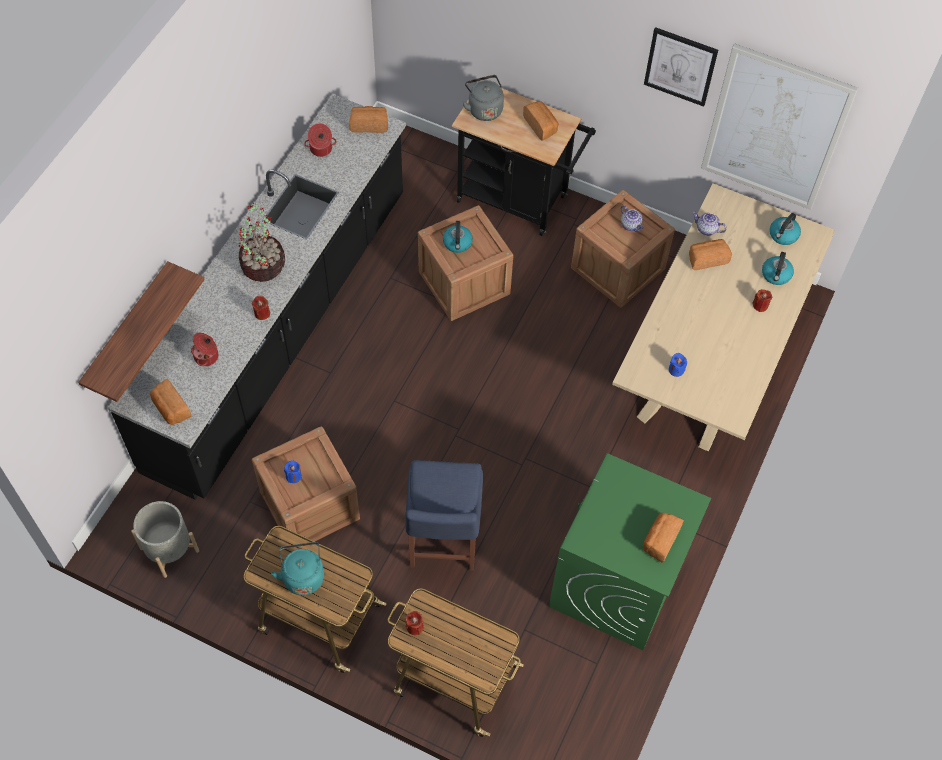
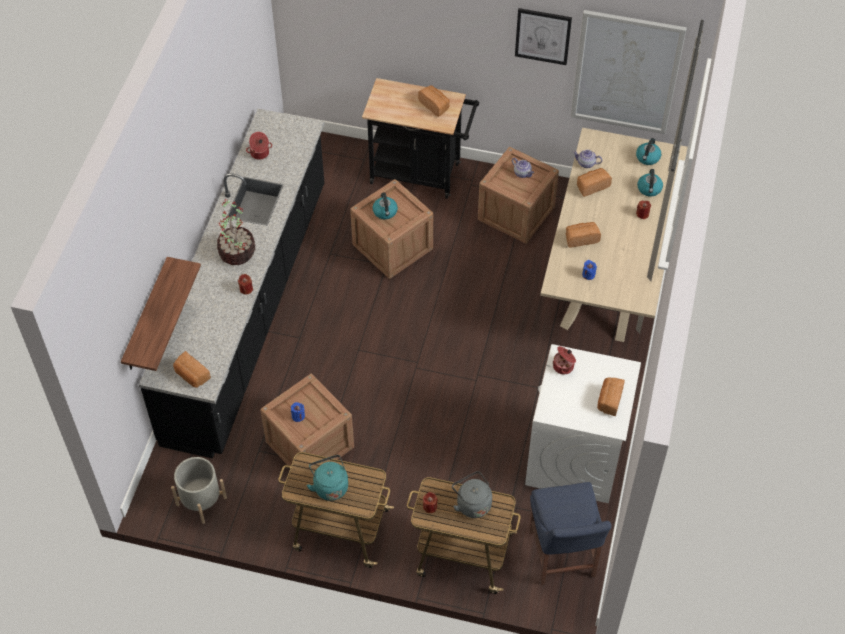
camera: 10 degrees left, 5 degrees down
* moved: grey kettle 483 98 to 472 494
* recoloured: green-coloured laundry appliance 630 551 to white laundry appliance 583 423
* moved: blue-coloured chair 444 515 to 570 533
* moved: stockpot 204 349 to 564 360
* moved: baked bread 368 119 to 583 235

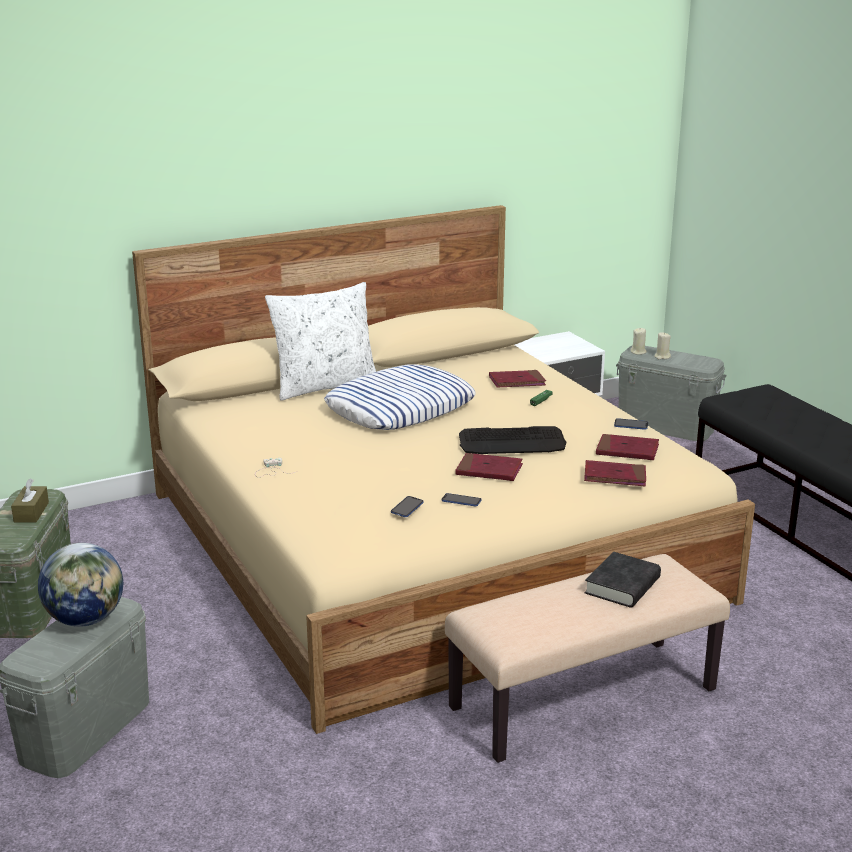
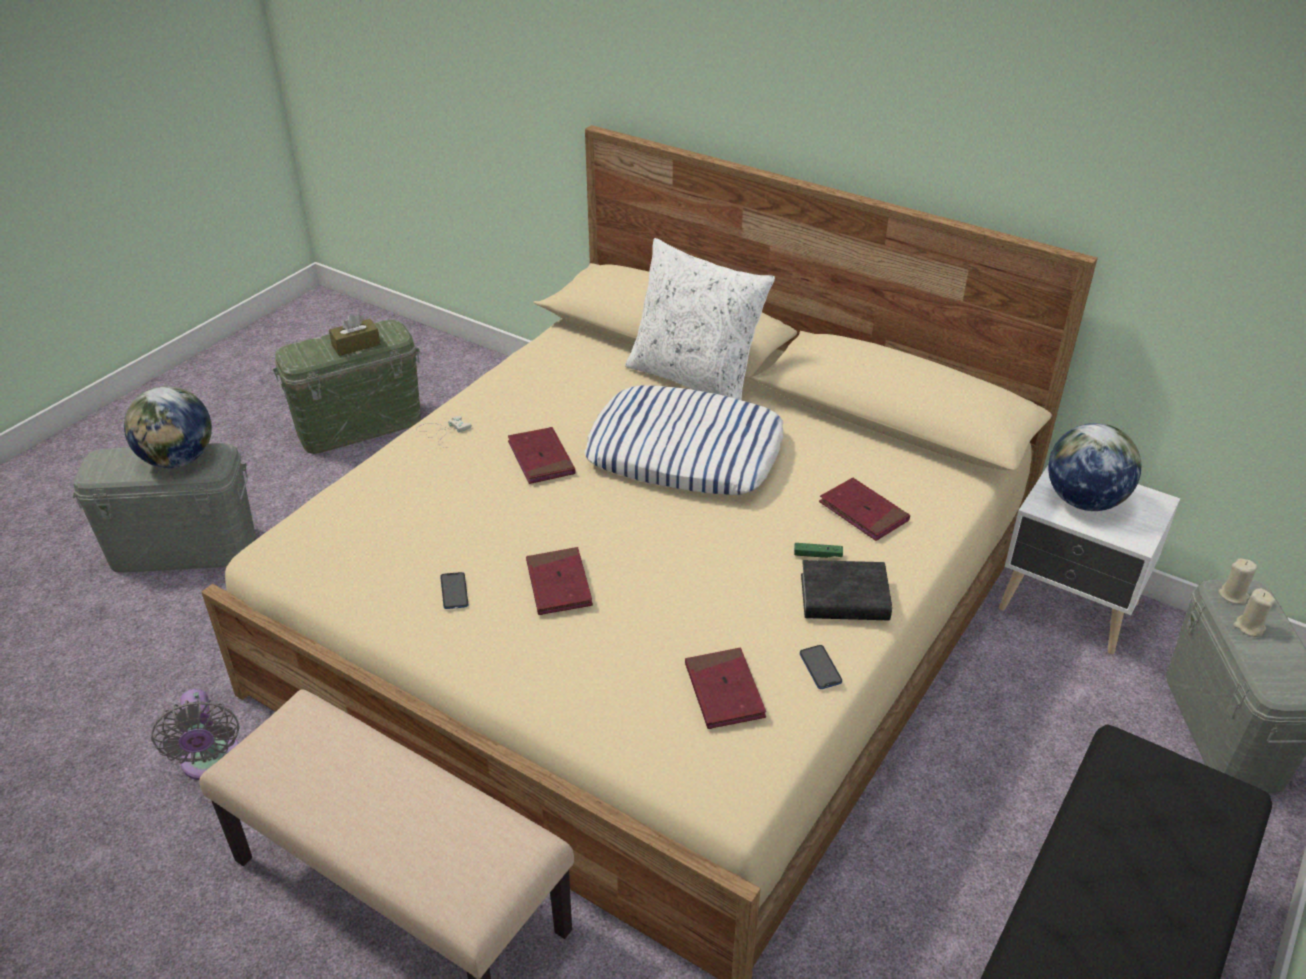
camera: 60 degrees right, 15 degrees up
* added: grey electric fan 195 734
* moved: red-coloured volume 615 473 to 541 455
* moved: blackish volume 623 580 to 846 590
* added: world globe 1094 467
* removed: phone 407 506
* removed: keyboard 512 440

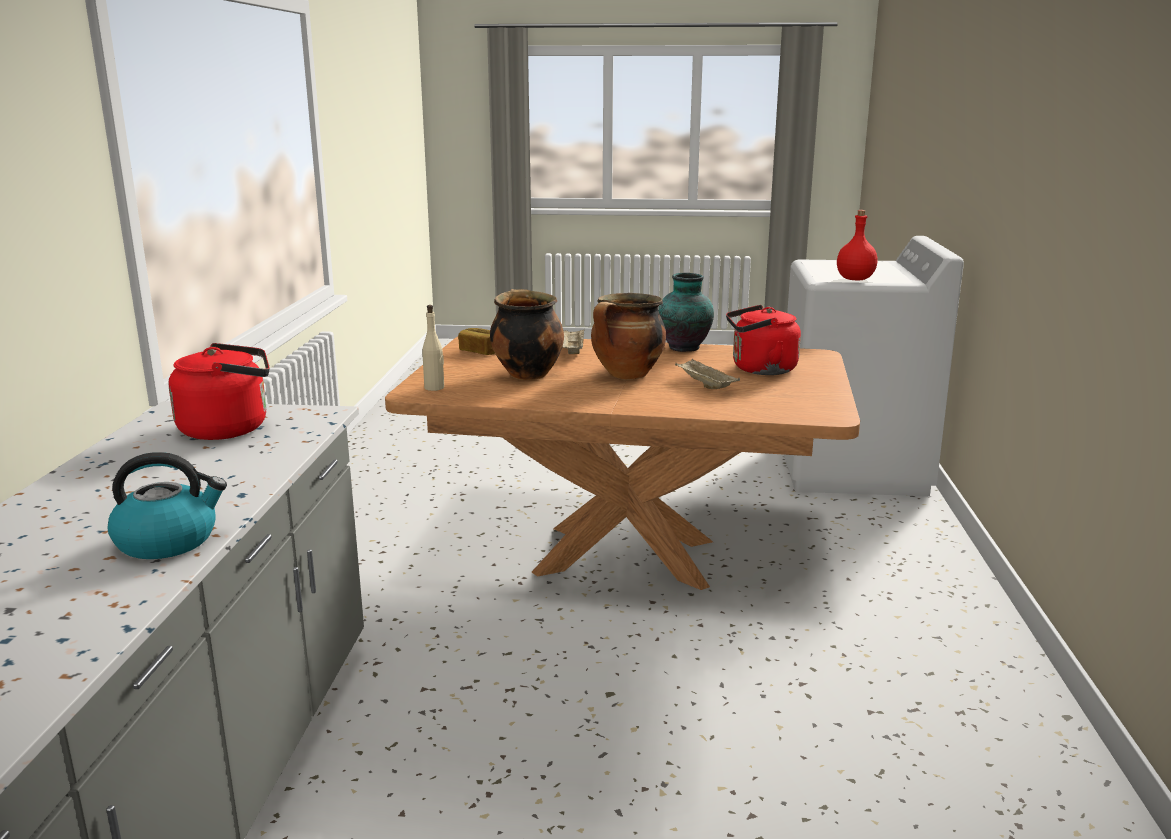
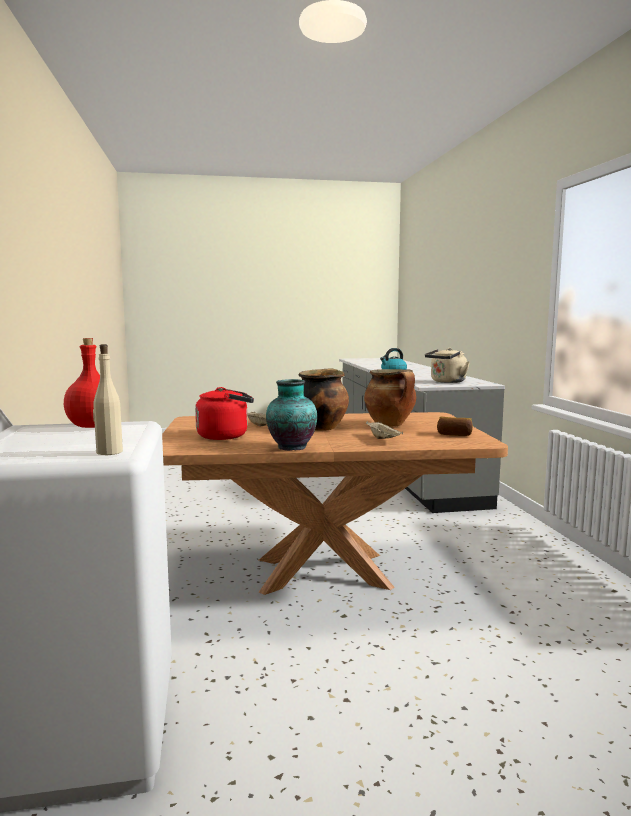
camera: 165 degrees right, 10 degrees down
* moved: sand-coloured drink bottle 433 348 to 108 399
* recoloured: red-coloured kettle 218 391 to sand-coloured kettle 447 365

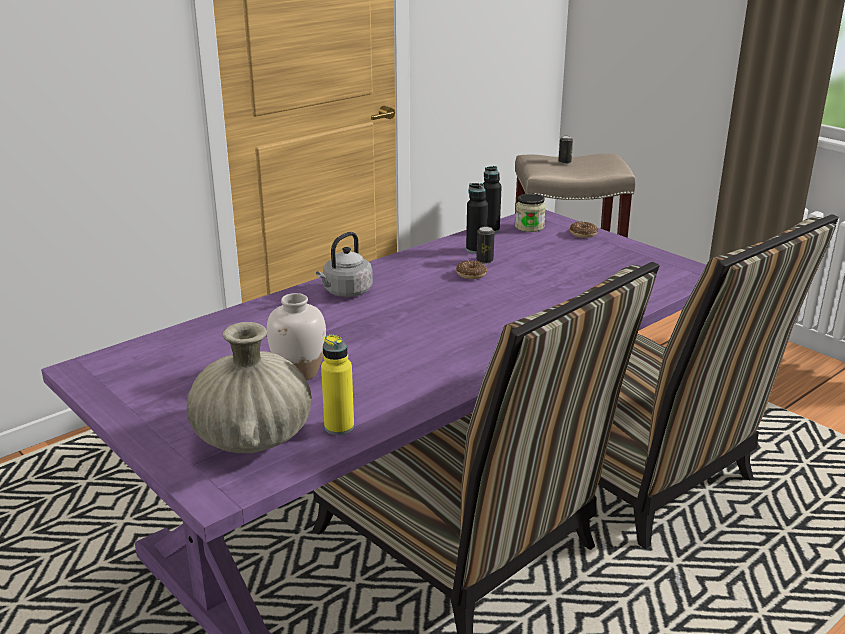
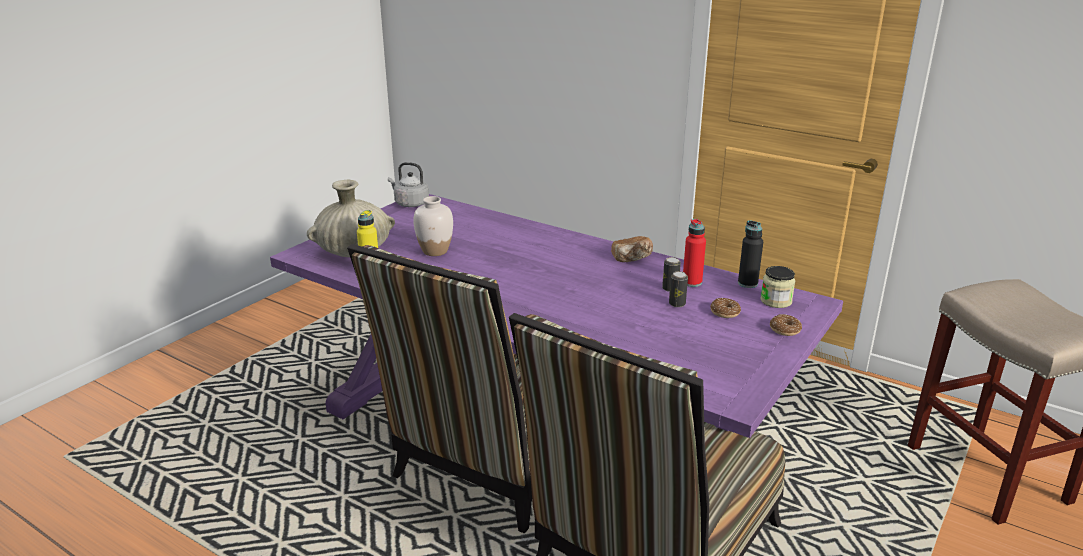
camera: 75 degrees right, 0 degrees up
* moved: grey kettle 344 264 to 408 184
* added: baked bread 632 249
* moved: sealed can 566 150 to 678 289
* recoloured: blackish drink bottle 477 218 to red-coloured drink bottle 694 253
* moved: ring doughnut 471 270 to 725 308

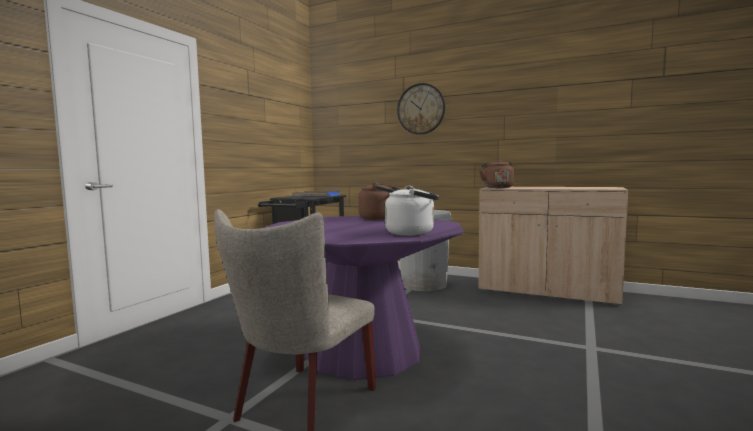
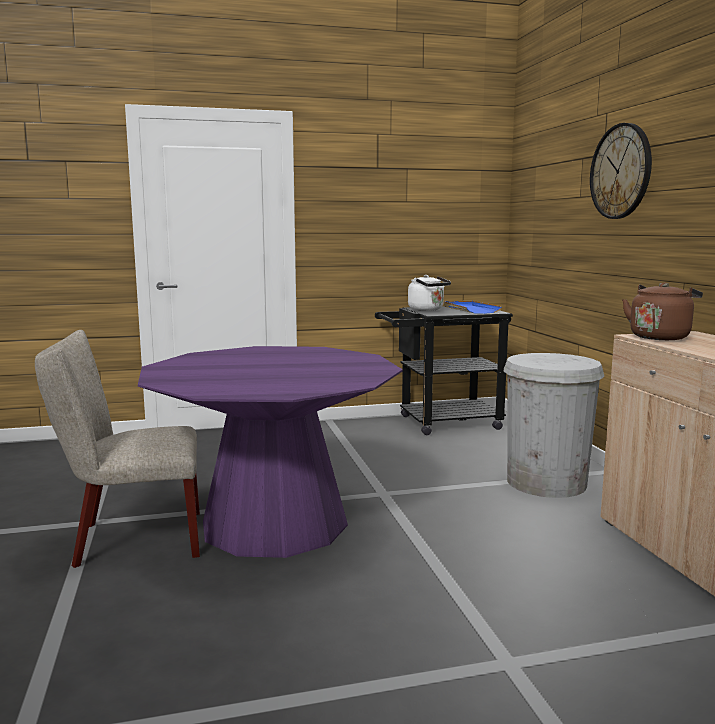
camera: 50 degrees right, 5 degrees up
* moved: white kettle 412 211 to 429 293
* removed: brown kettle 379 201

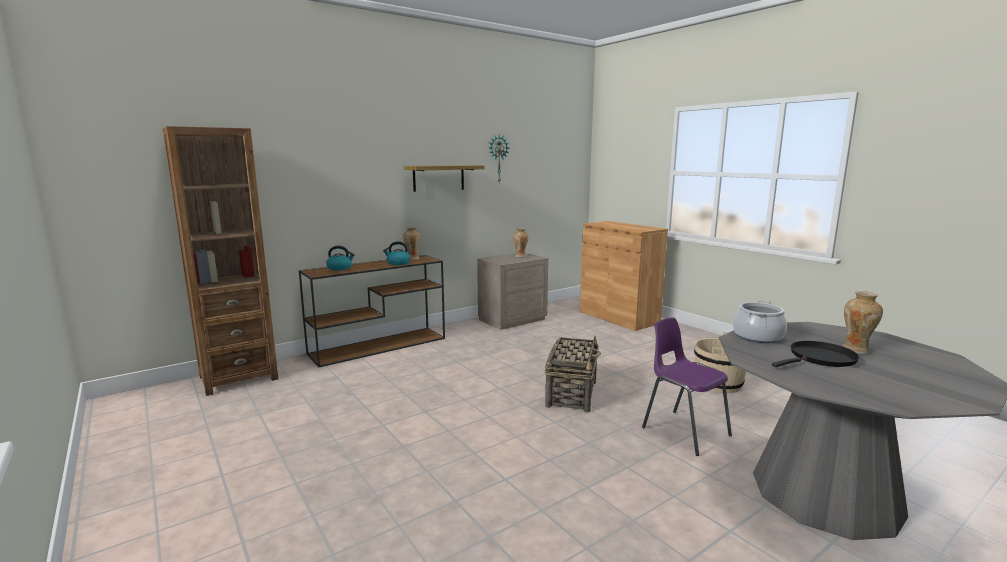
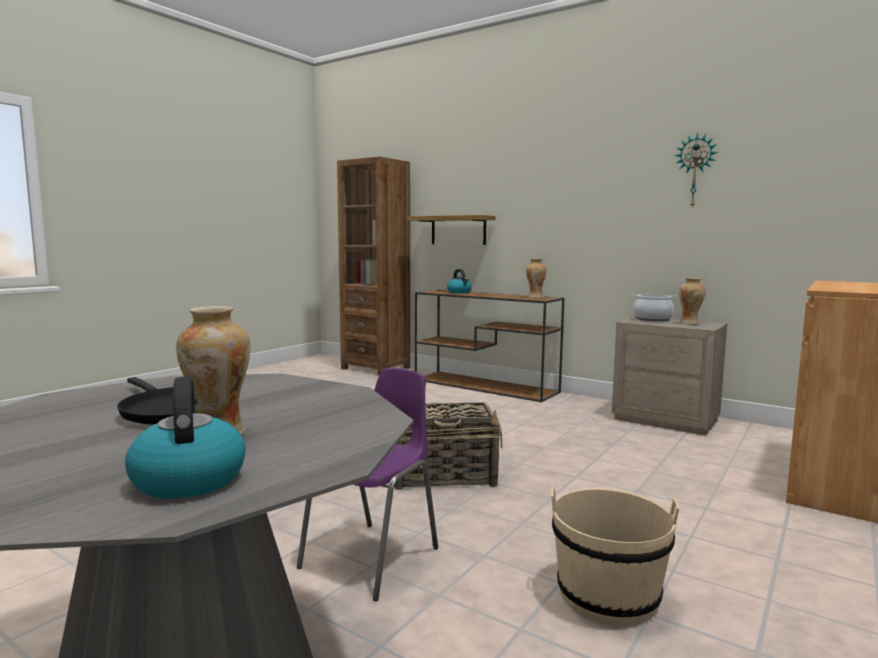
camera: 70 degrees right, 5 degrees down
* moved: kettle 396 253 to 185 438
* moved: wall shelf 444 178 to 451 230
* moved: stockpot 760 321 to 654 307

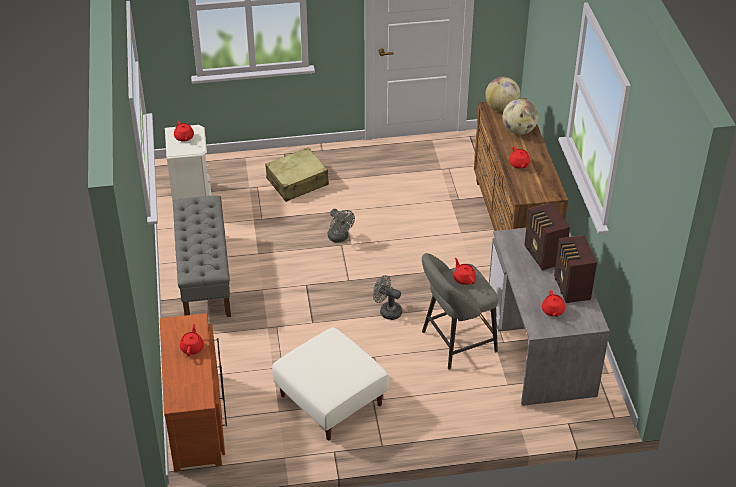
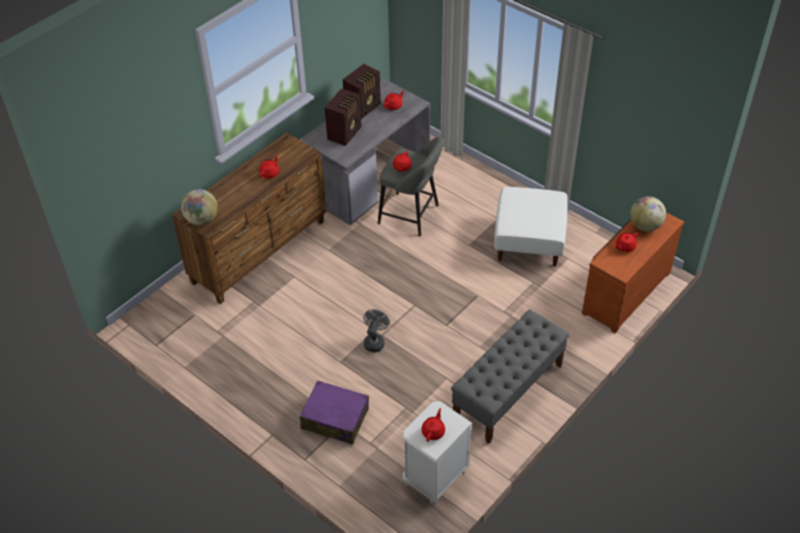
camera: 130 degrees left, 5 degrees up
* recoloured: sand-coloured suitcase 297 174 to purple-coloured suitcase 334 412
* moved: world globe 520 117 to 648 214
* removed: grey electric fan 387 297

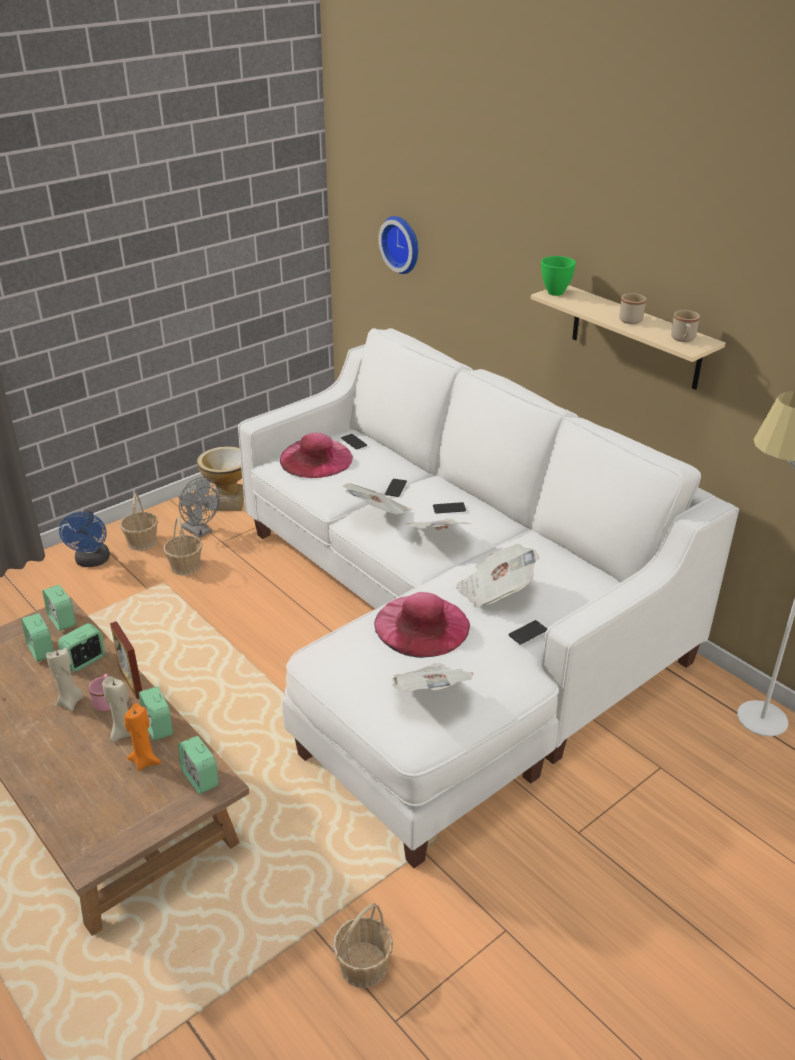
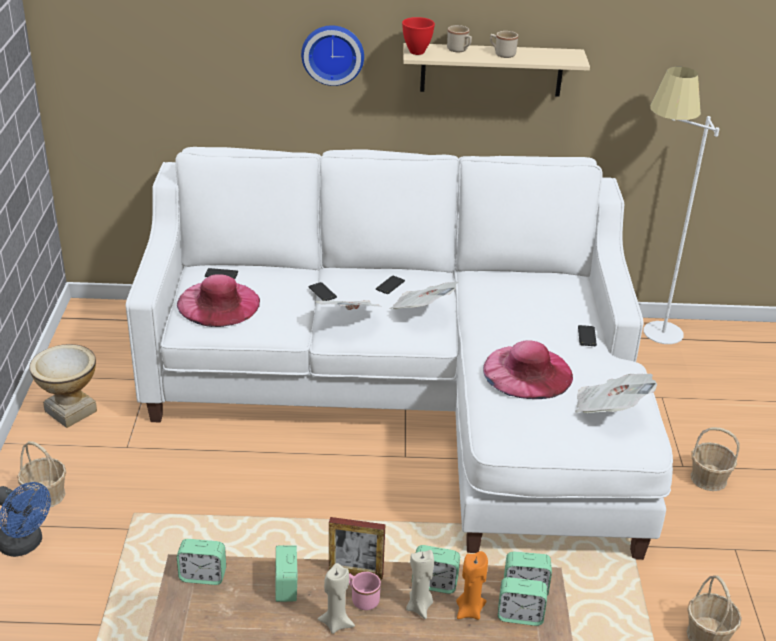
camera: 50 degrees left, 0 degrees up
* moved: hanging clock 398 245 to 332 55
* recoloured: green-coloured deep dish 558 276 to red-coloured deep dish 418 36
* moved: sand-coloured coffee mug 685 326 to 459 38
* moved: bedside clock 37 637 to 522 601
* moved: household basket 182 546 to 715 459
* removed: grey electric fan 199 507
* removed: daily paper 497 576

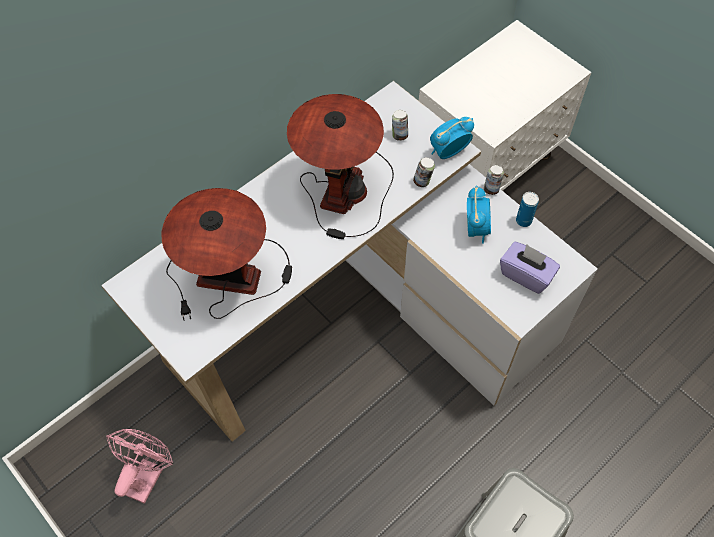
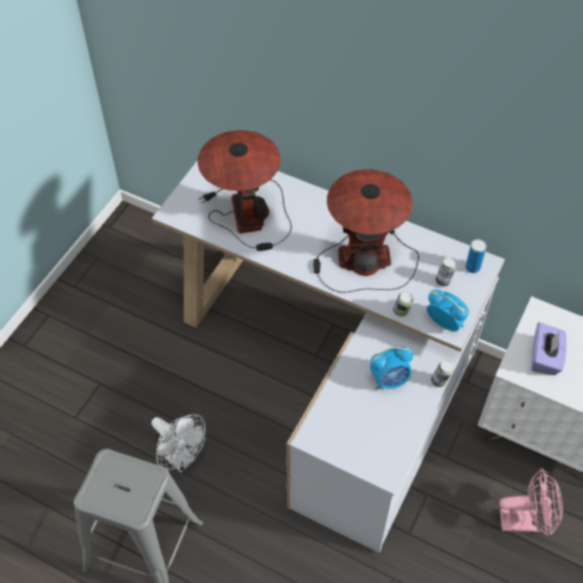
camera: 70 degrees right, 5 degrees down
* added: white electric fan 178 443
* moved: sealed can 527 209 to 475 256
* moved: pink electric fan 140 466 to 531 502
* moved: purple-coloured box of tissues 530 268 to 549 348

